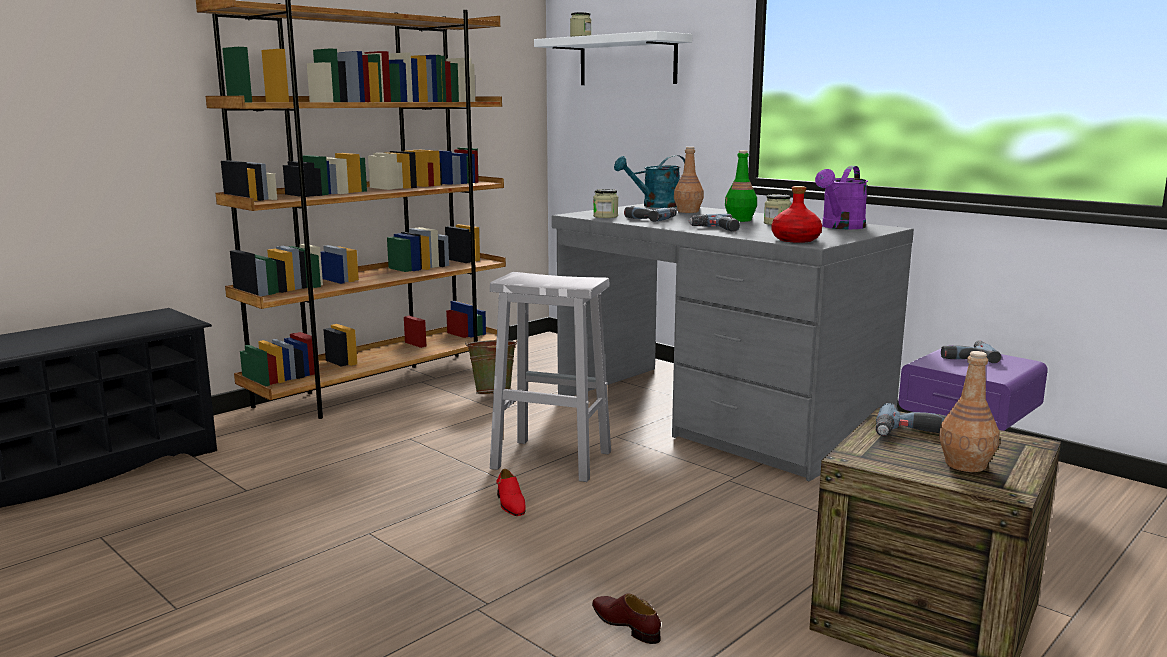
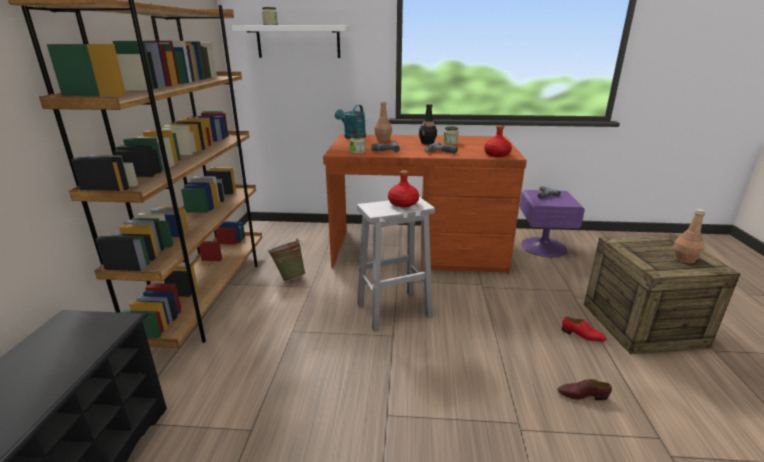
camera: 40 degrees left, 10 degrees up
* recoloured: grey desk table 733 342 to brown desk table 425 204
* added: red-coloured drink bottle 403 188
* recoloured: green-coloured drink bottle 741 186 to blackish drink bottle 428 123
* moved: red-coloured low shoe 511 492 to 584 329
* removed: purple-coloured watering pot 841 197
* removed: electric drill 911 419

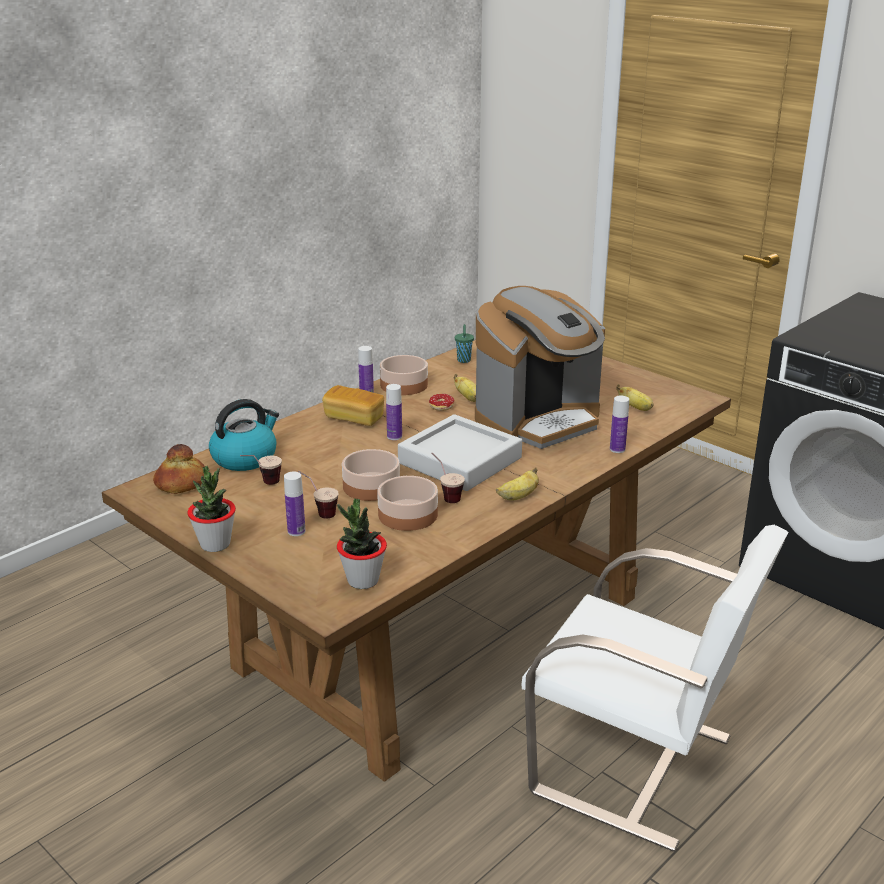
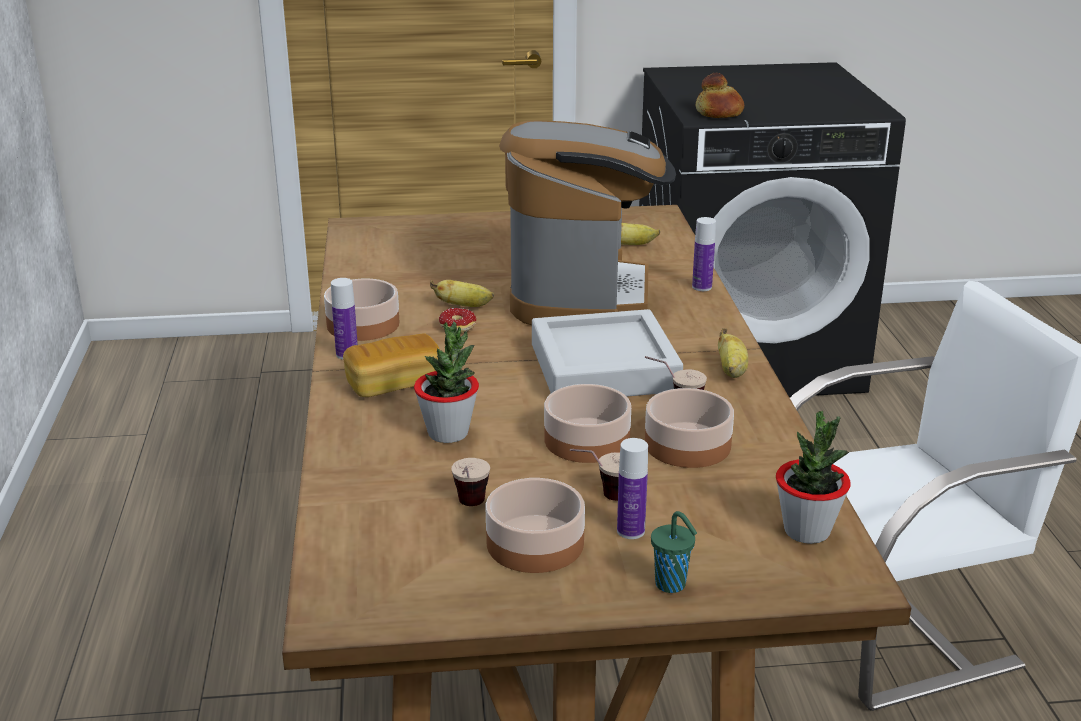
camera: 50 degrees left, 0 degrees up
* moved: houseplant 211 509 to 446 382
* added: deep dish 535 525
* moved: green-coloured drinking cup 464 343 to 674 552
* moved: baked bread 179 469 to 720 95
* removed: kettle 244 435
* removed: drink bottle 394 412

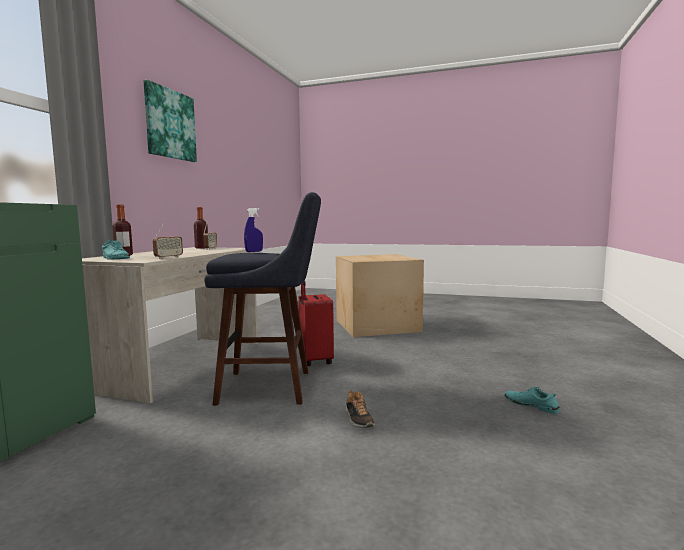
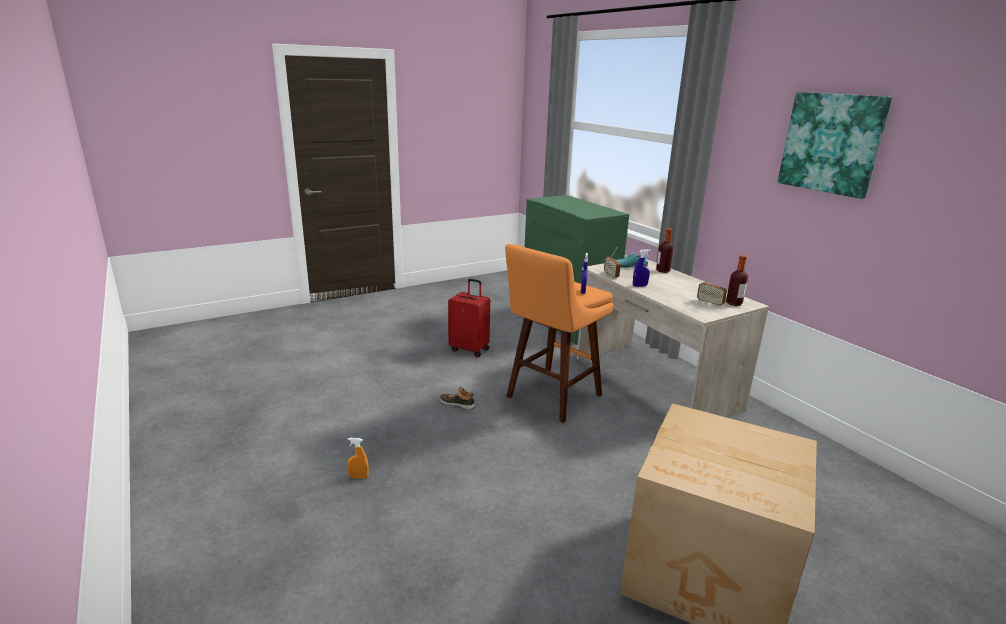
camera: 130 degrees right, 15 degrees up
* replaced: turquoise low shoe 532 400 to orange spray bottle 358 458
* moved: red-coloured suitcase 316 323 to 469 318
* recoloured: blue-coloured stool 262 299 to orange stool 559 333
* added: blue-coloured spray bottle 642 268

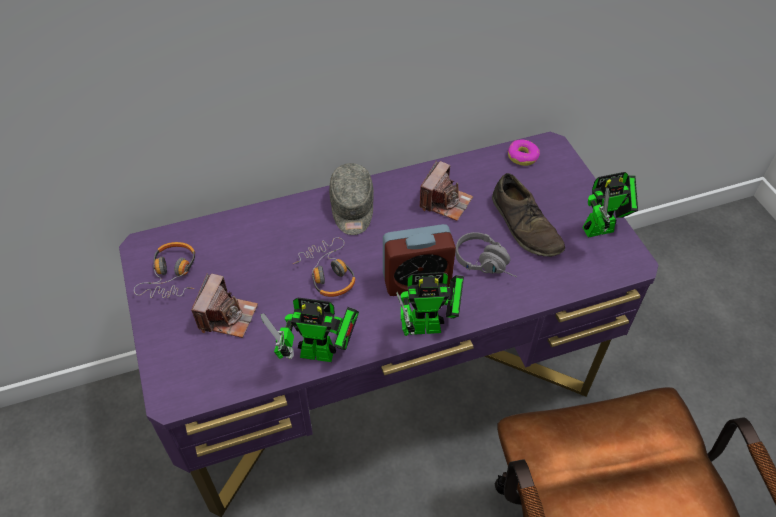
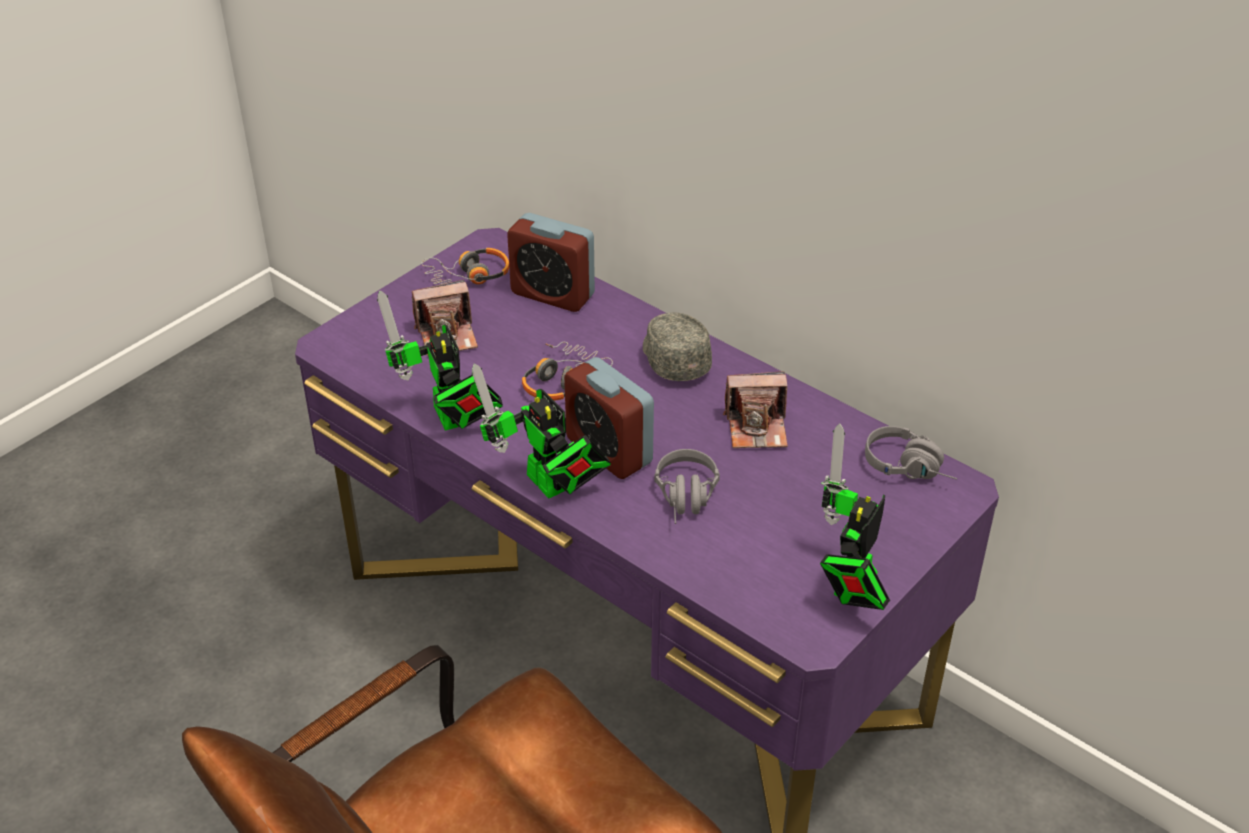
camera: 60 degrees right, 10 degrees down
* added: bedside clock 551 262
* turned: grey peaked cap 351 199 = 677 347 105 degrees clockwise
* turned: robot figure 610 205 = 855 517 75 degrees clockwise
* replaced: ring doughnut 524 152 to grey headphones 911 452
* removed: brown low shoe 528 215

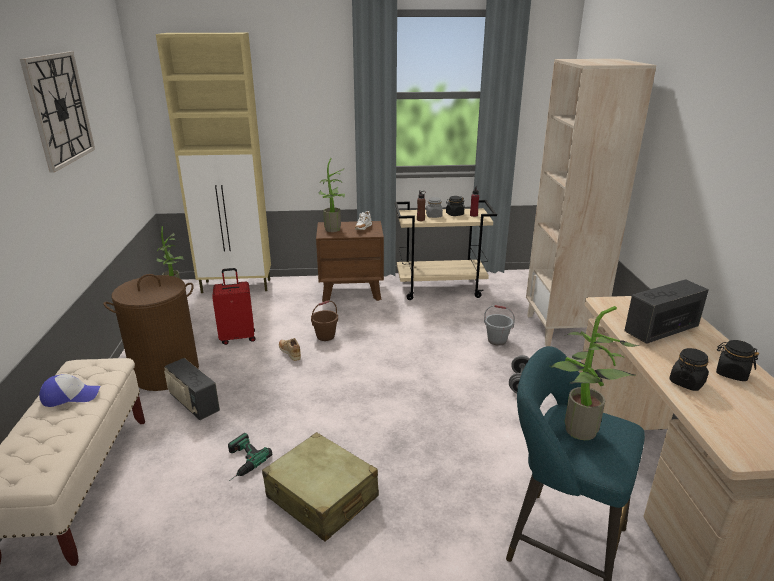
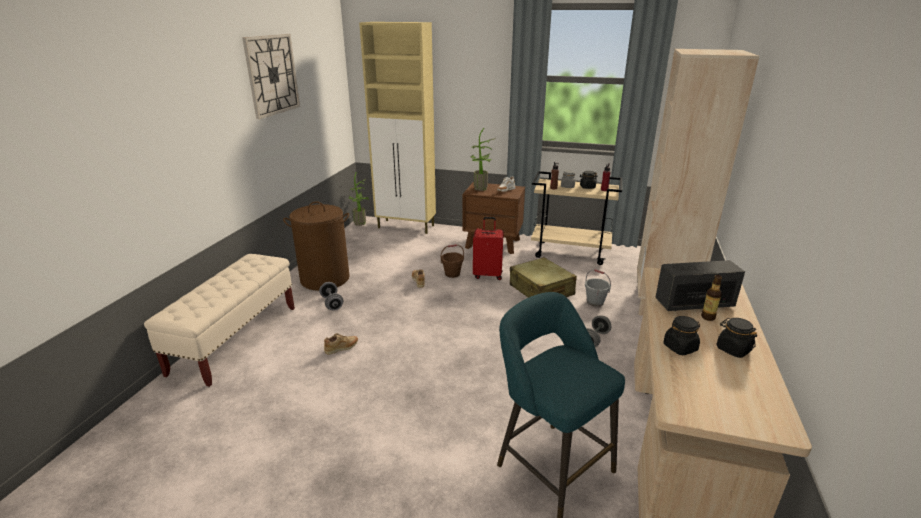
camera: 20 degrees right, 0 degrees up
* replaced: radio set 192 389 to grey free weight 331 296
* replaced: electric drill 250 457 to sand-coloured low shoe 341 344
* moved: red-coloured suitcase 233 306 to 488 248
* moved: sand-coloured suitcase 320 486 to 543 277
* added: drink bottle 711 298
* removed: peaked cap 69 390
* removed: houseplant 595 373

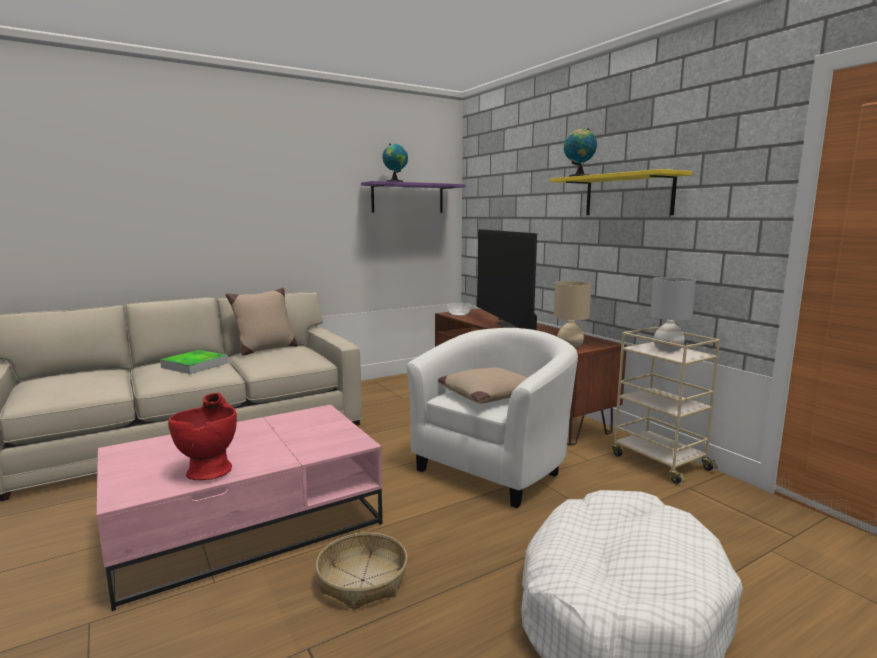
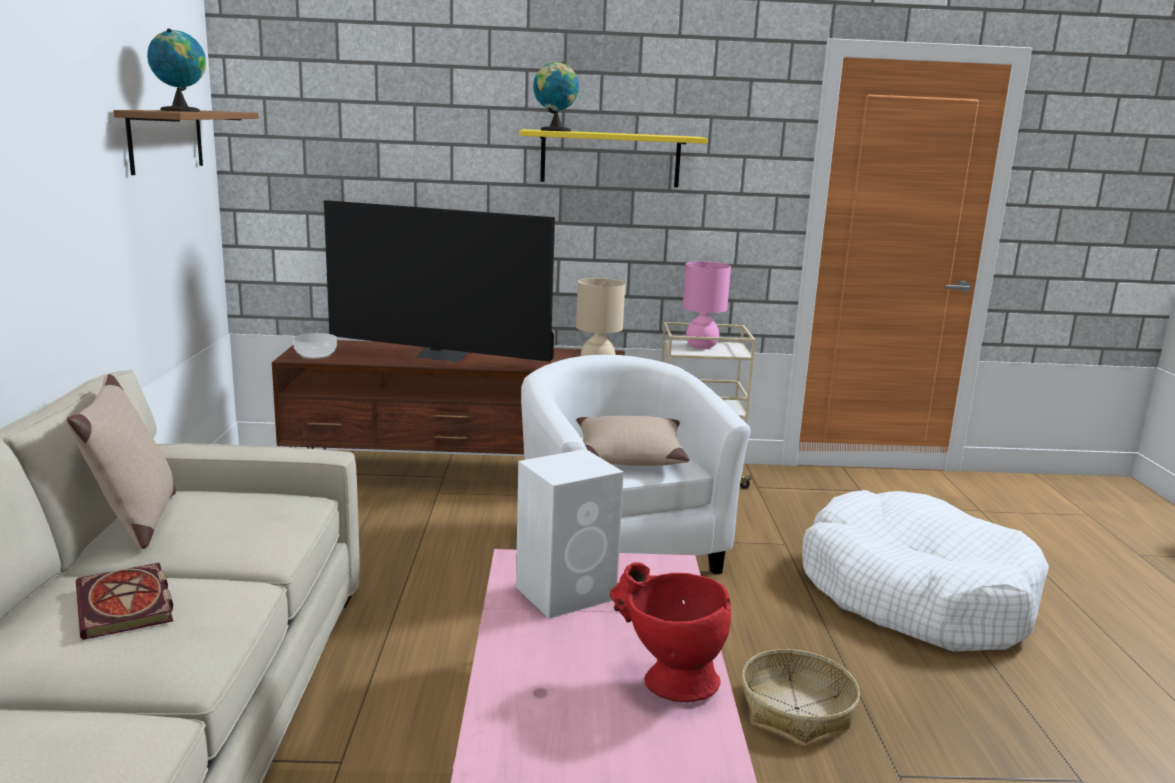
camera: 60 degrees left, 5 degrees up
* replaced: tray 194 362 to volume 124 601
* recoloured: purple-coloured wall shelf 413 197 to brown wall shelf 186 142
* added: white audio speaker 570 534
* recoloured: grey table lamp 673 314 to pink table lamp 707 305

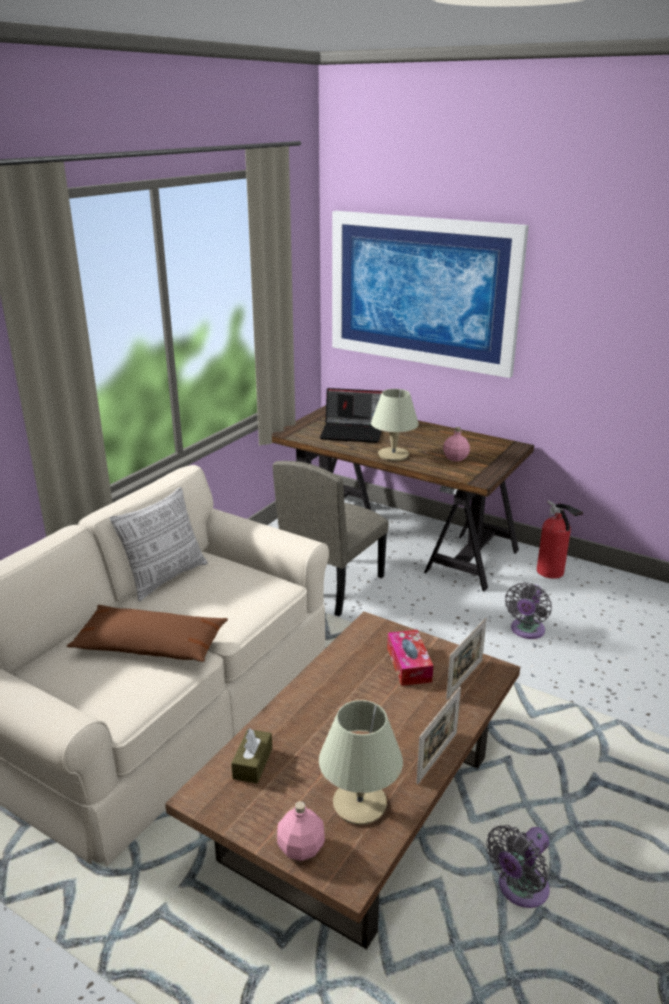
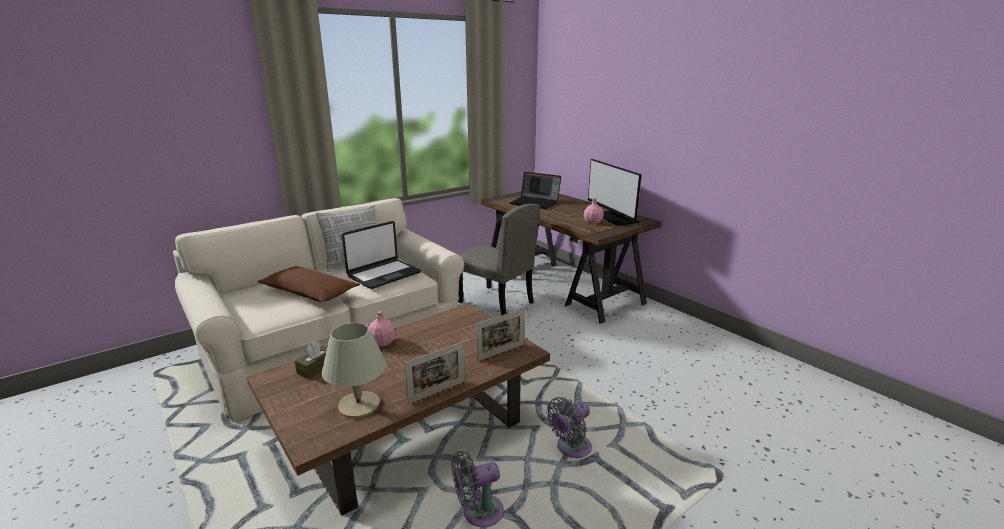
camera: 20 degrees right, 5 degrees down
* added: portable computer 381 255
* moved: pink drink bottle 301 831 to 382 329
* turned: sand-coloured chair 331 538 = 499 259 105 degrees counterclockwise
* moved: grey electric fan 528 610 to 569 427
* added: monitor 615 192
* removed: wall art 430 294
* removed: sand-coloured table lamp 395 425
* removed: box of tissues 410 658
* removed: extinguisher 560 539

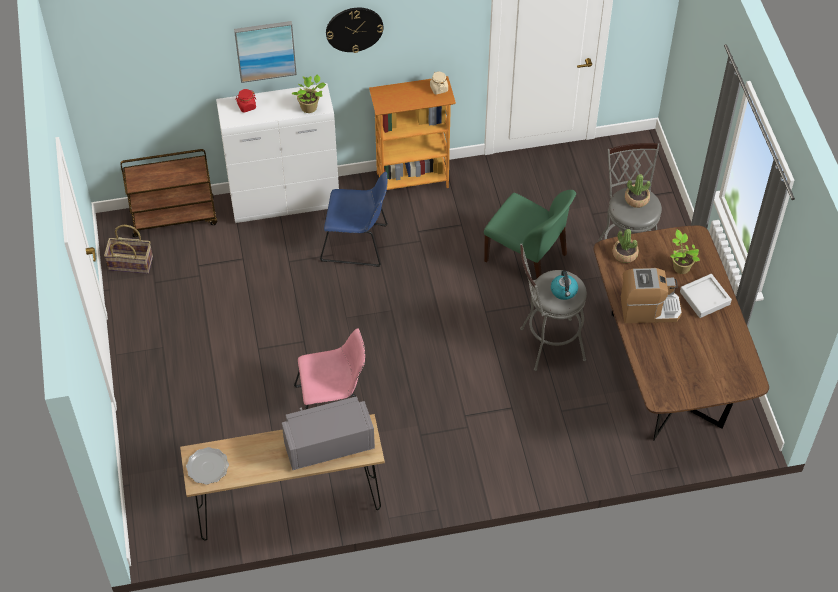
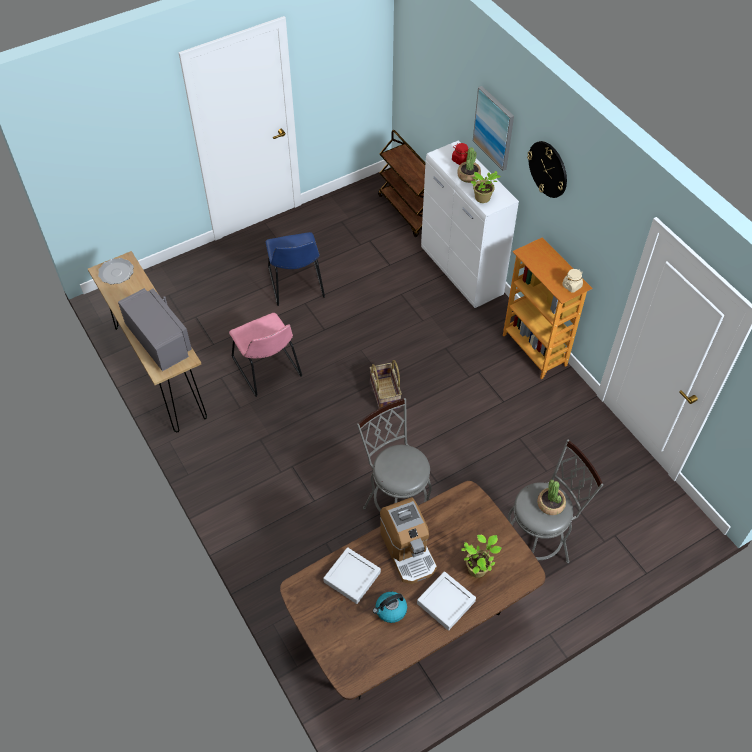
camera: 70 degrees right, 0 degrees up
* moved: blue-coloured chair 354 219 to 295 269
* added: grey tray 352 575
* moved: household basket 128 249 to 386 384
* moved: kettle 564 285 to 390 607
* moved: houseplant 625 246 to 469 165
* removed: green-coloured chair 530 234

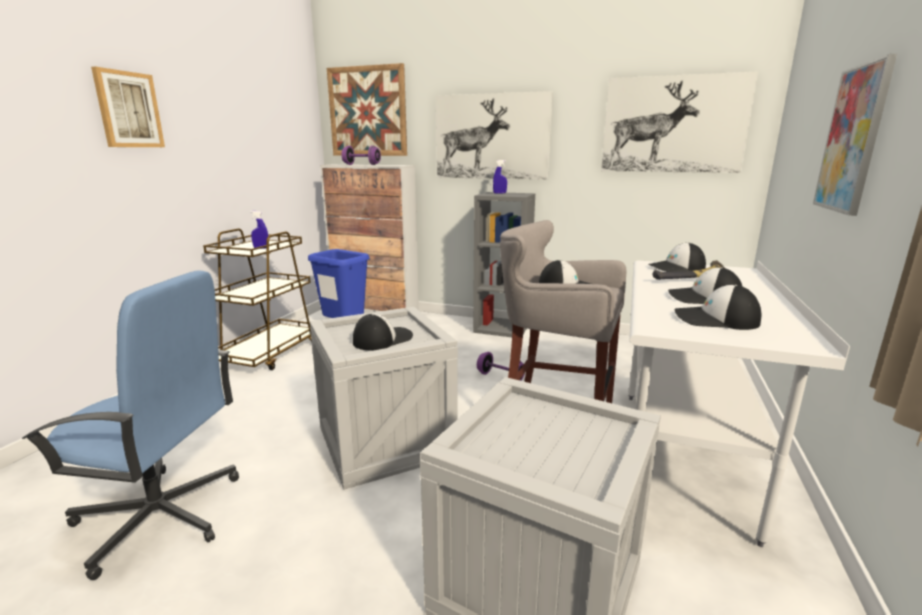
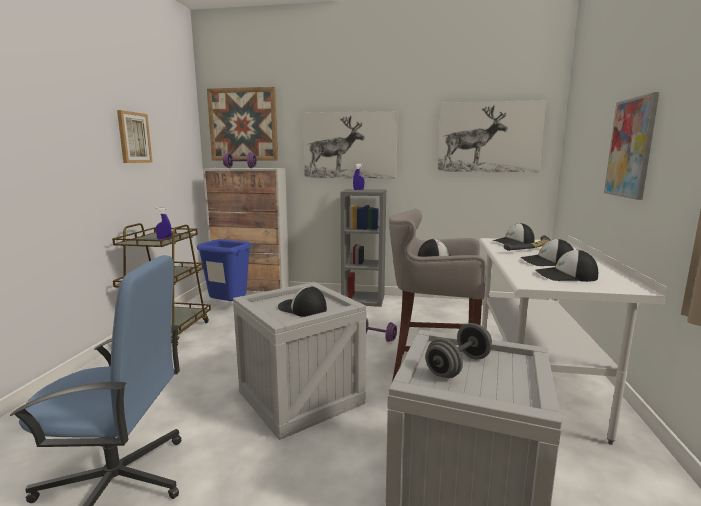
camera: 10 degrees left, 5 degrees down
* moved: wall art 128 107 to 135 136
* turned: peaked cap 383 332 = 302 302 90 degrees counterclockwise
* added: grey free weight 458 350

